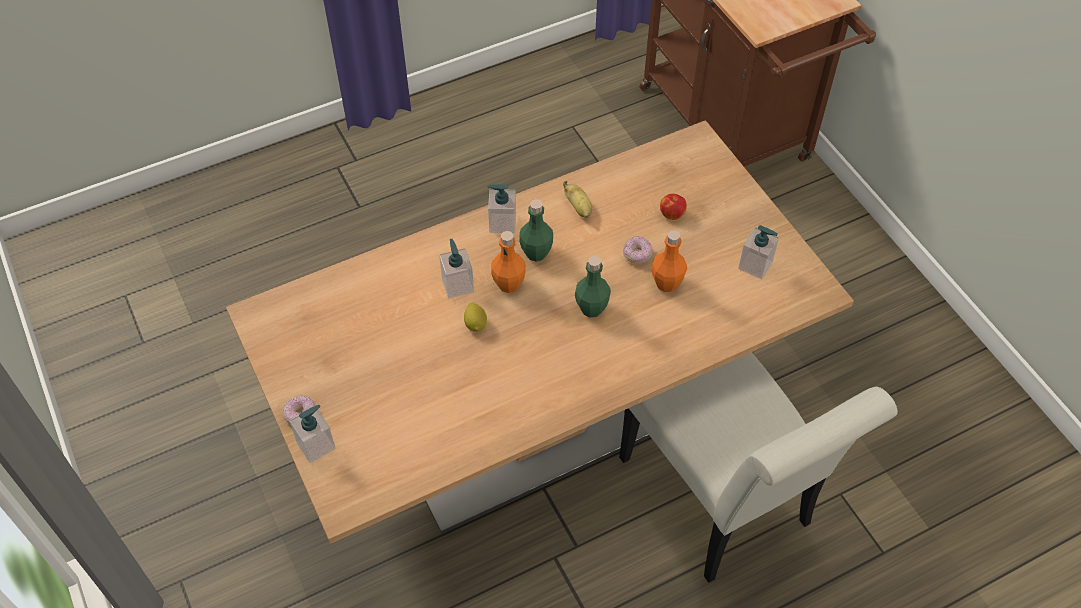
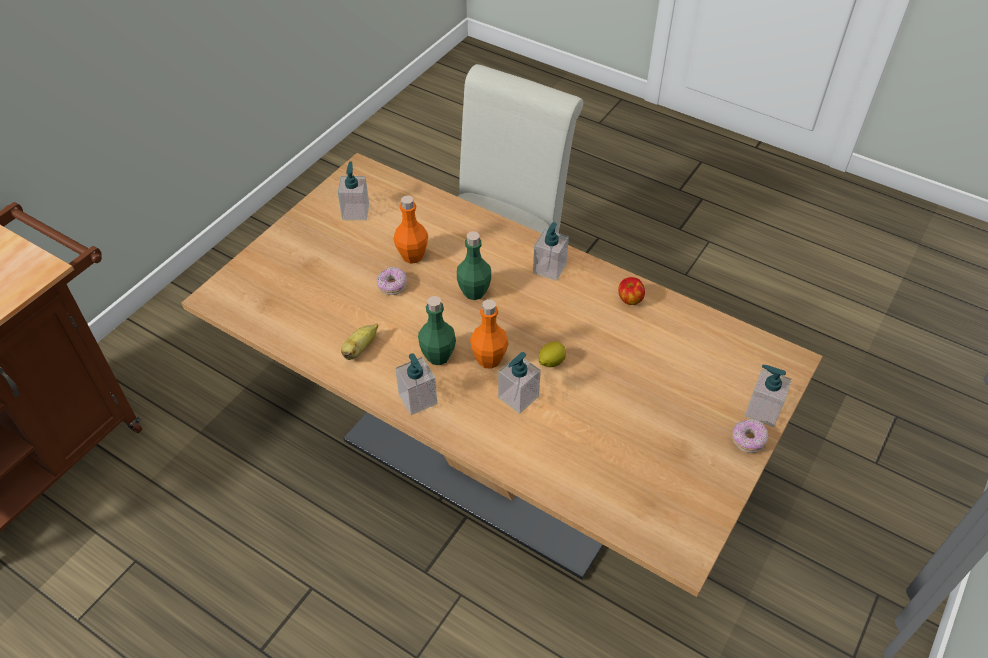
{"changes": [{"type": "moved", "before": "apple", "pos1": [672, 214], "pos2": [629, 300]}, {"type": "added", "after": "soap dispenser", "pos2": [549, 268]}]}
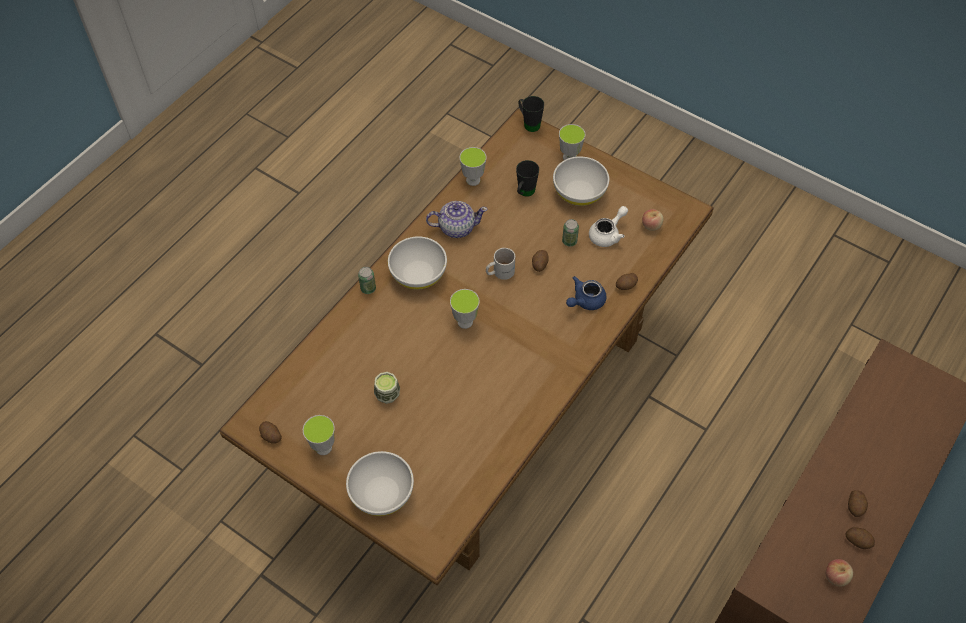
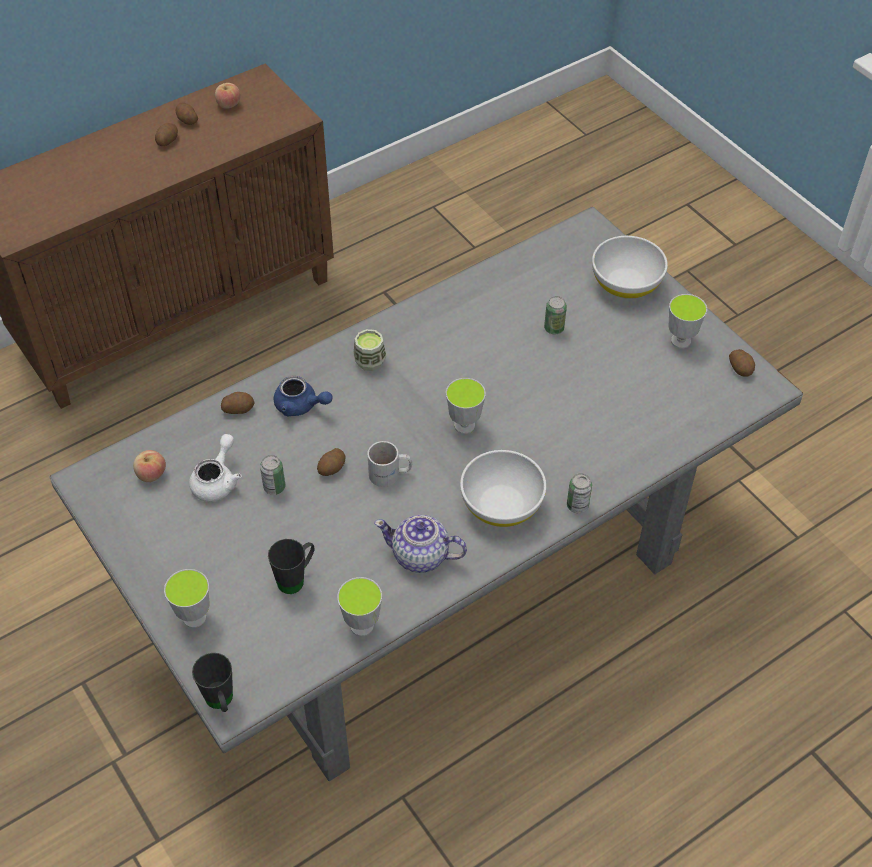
{"changes": [{"type": "recoloured", "before": "brown-coloured dinner table", "after": "gray dinner table", "pos1": [482, 400], "pos2": [434, 576]}, {"type": "moved", "before": "cup", "pos1": [387, 394], "pos2": [370, 361]}, {"type": "removed", "before": "white-coloured bowl", "pos1": [579, 193]}, {"type": "turned", "before": "blue-coloured teapot", "pos1": [585, 301], "pos2": [300, 406], "turn": 45}, {"type": "turned", "before": "white-coloured teapot", "pos1": [607, 234], "pos2": [217, 481], "turn": 135}, {"type": "added", "after": "metal can", "pos2": [554, 328]}]}
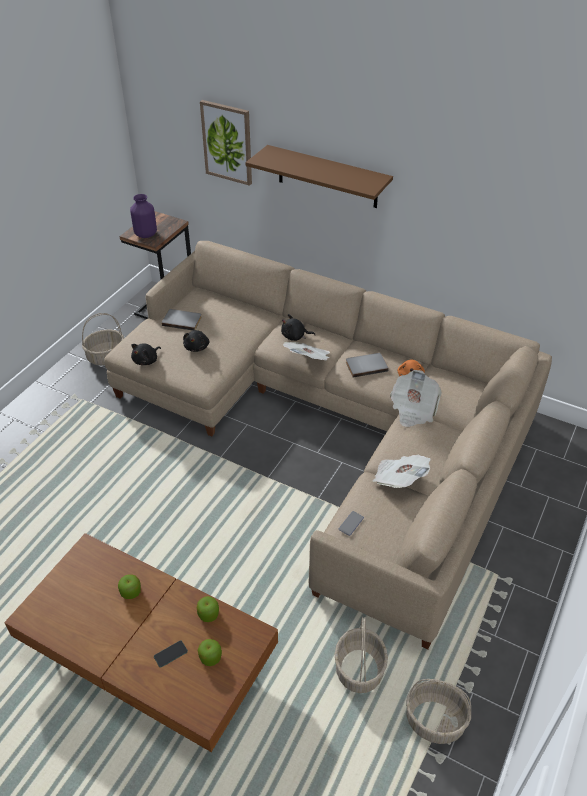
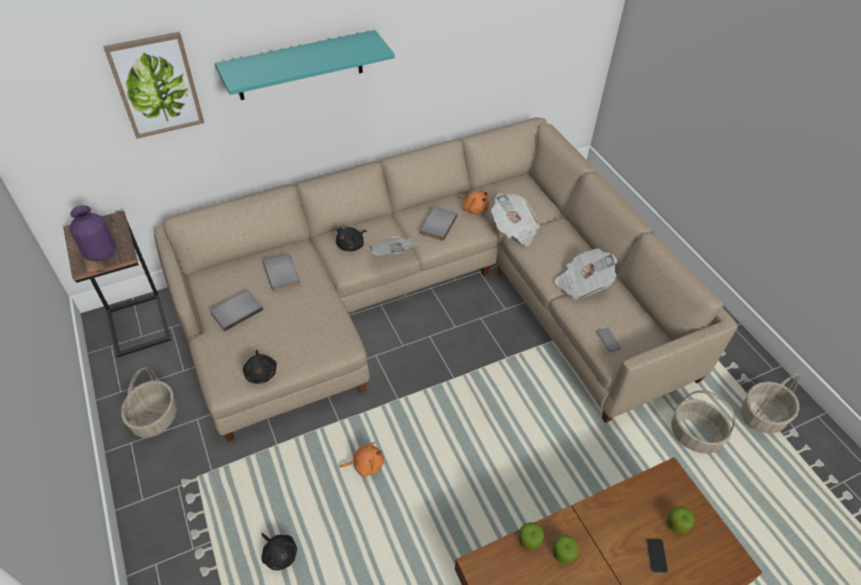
{"changes": [{"type": "moved", "before": "blackish cuddly toy", "pos1": [197, 347], "pos2": [279, 554]}, {"type": "moved", "before": "apple", "pos1": [208, 614], "pos2": [529, 540]}, {"type": "recoloured", "before": "brown-coloured wall shelf", "after": "turquoise-coloured wall shelf", "pos1": [327, 177], "pos2": [300, 65]}, {"type": "added", "after": "gray book", "pos2": [283, 273]}, {"type": "added", "after": "orange-coloured cuddly toy", "pos2": [366, 465]}]}
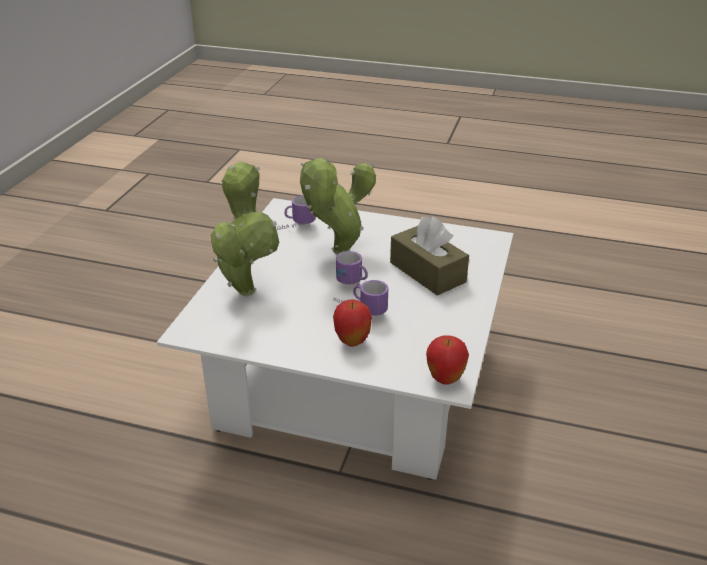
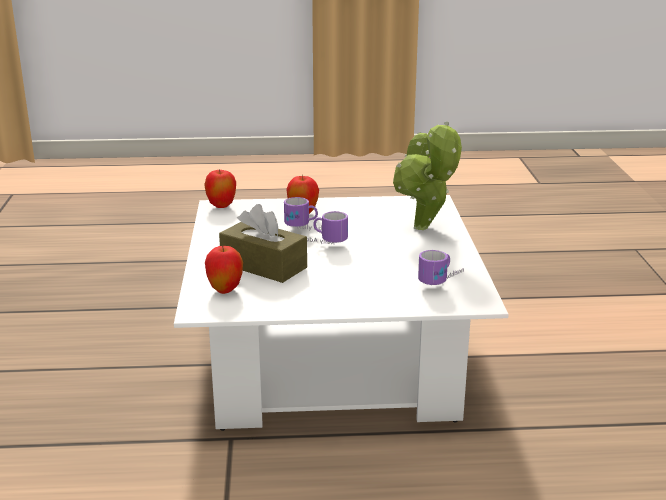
{"changes": [{"type": "removed", "before": "houseplant", "pos1": [337, 253]}, {"type": "added", "after": "apple", "pos2": [225, 290]}]}
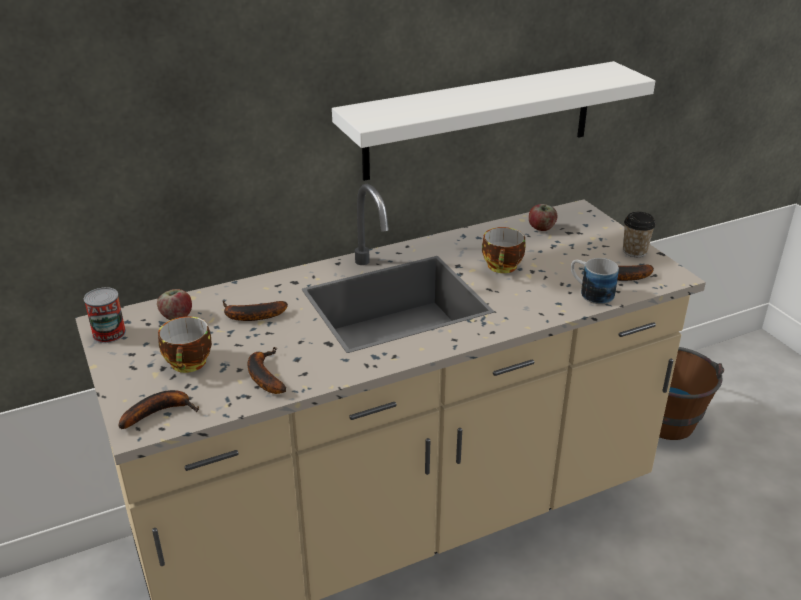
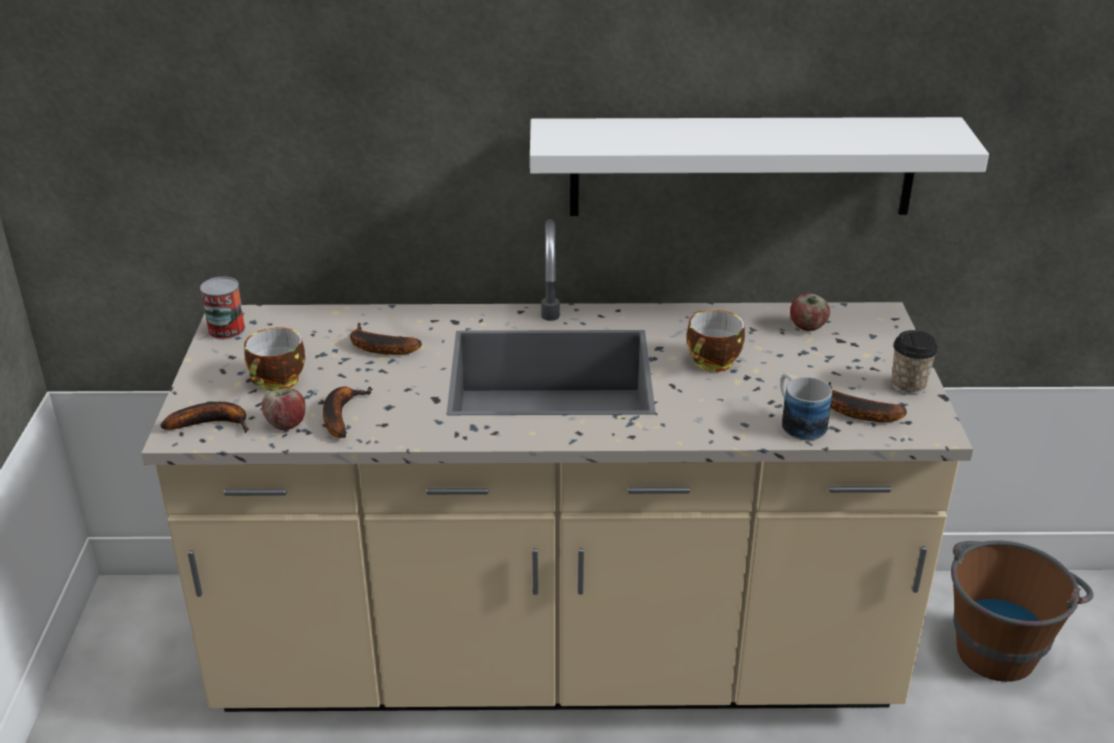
{"changes": [{"type": "moved", "before": "apple", "pos1": [177, 316], "pos2": [286, 424]}]}
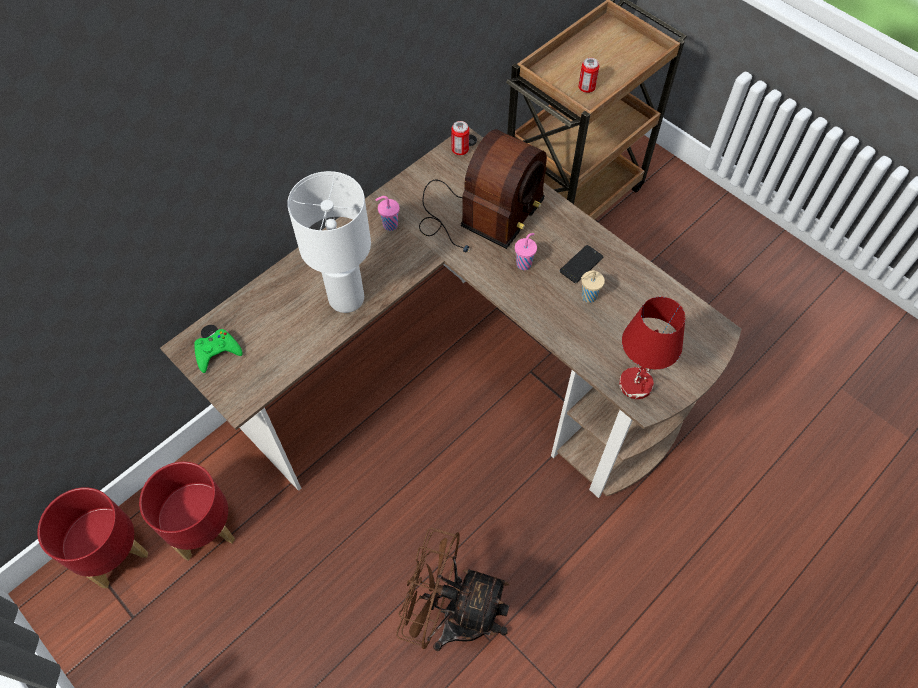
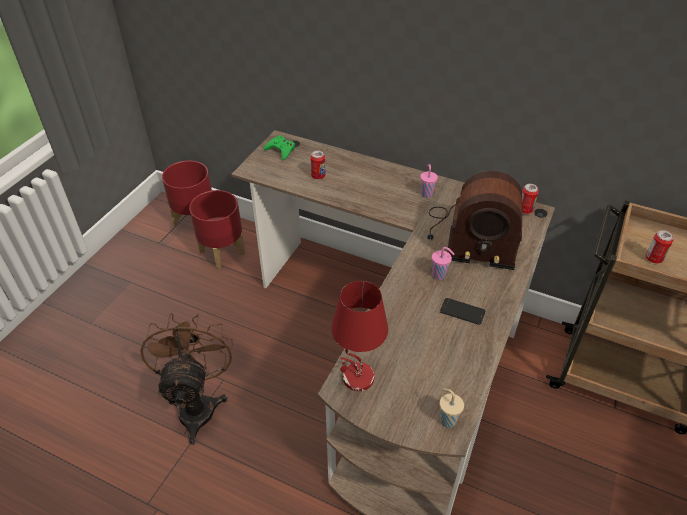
{"changes": [{"type": "removed", "before": "white-coloured table lamp", "pos1": [347, 299]}, {"type": "moved", "before": "sand-coloured cup", "pos1": [587, 297], "pos2": [447, 420]}, {"type": "added", "after": "metal can", "pos2": [318, 176]}]}
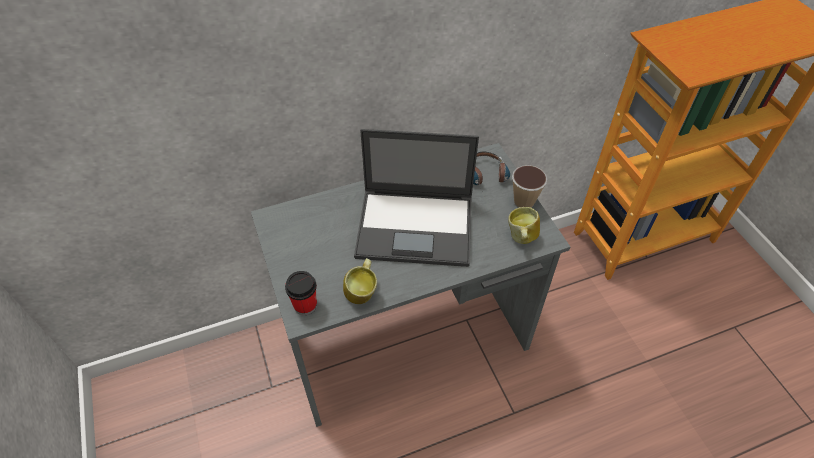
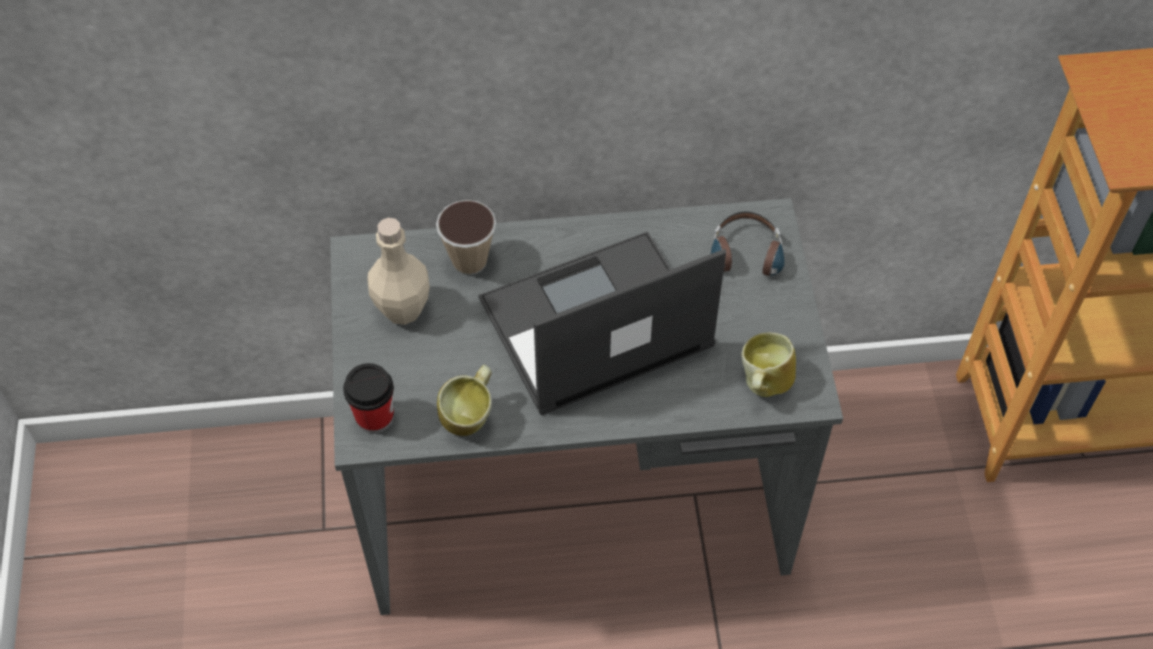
{"changes": [{"type": "turned", "before": "laptop", "pos1": [416, 227], "pos2": [593, 325], "turn": 135}, {"type": "moved", "before": "cup", "pos1": [523, 202], "pos2": [469, 261]}, {"type": "added", "after": "sand-coloured bottle", "pos2": [402, 309]}]}
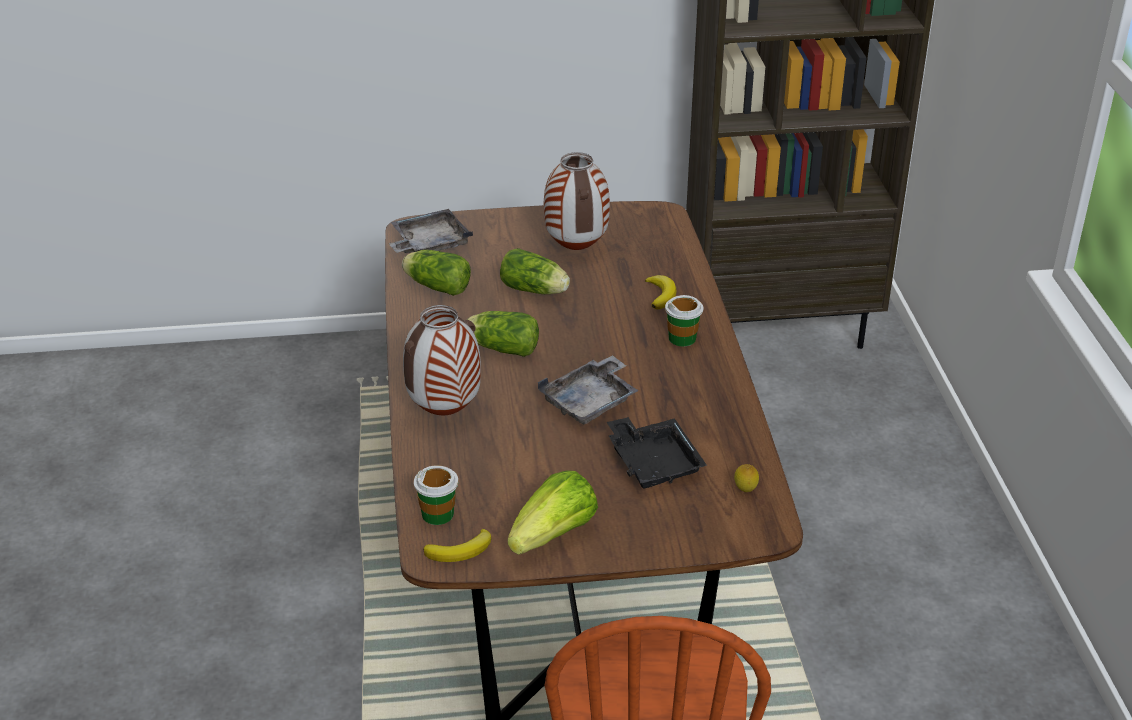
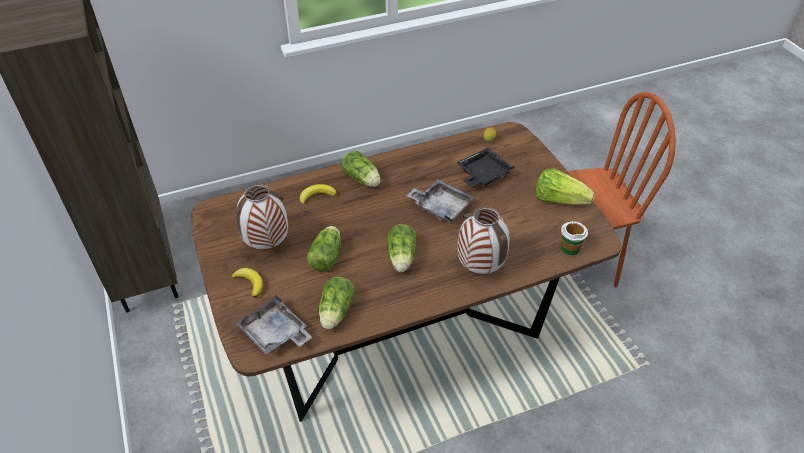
{"changes": [{"type": "moved", "before": "banana fruit", "pos1": [461, 551], "pos2": [250, 283]}, {"type": "replaced", "before": "cup", "after": "lettuce", "pos1": [682, 338], "pos2": [363, 180]}]}
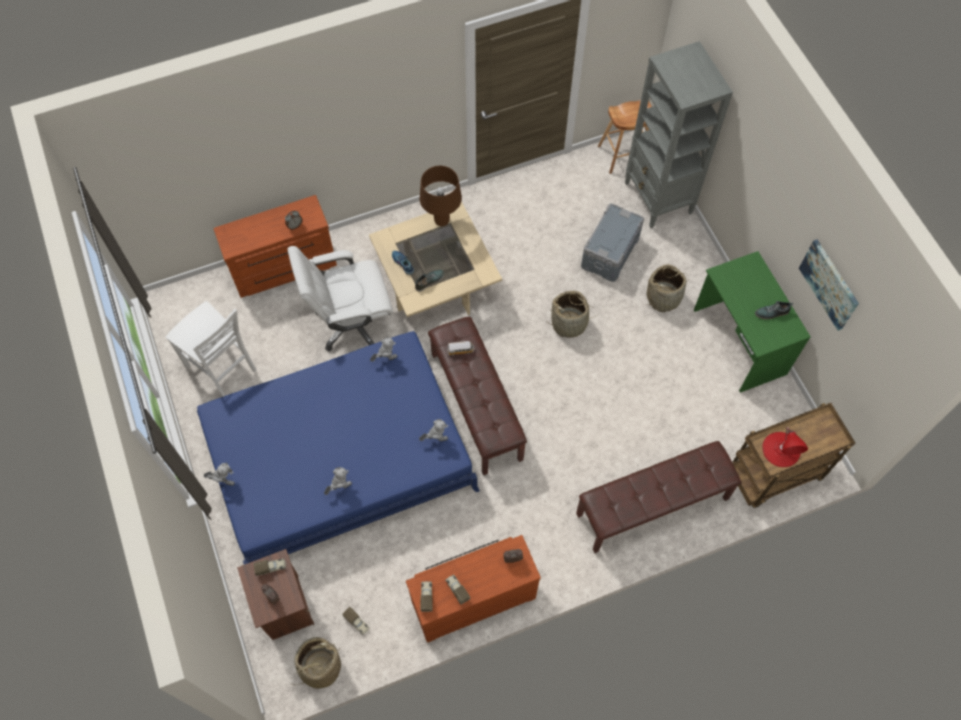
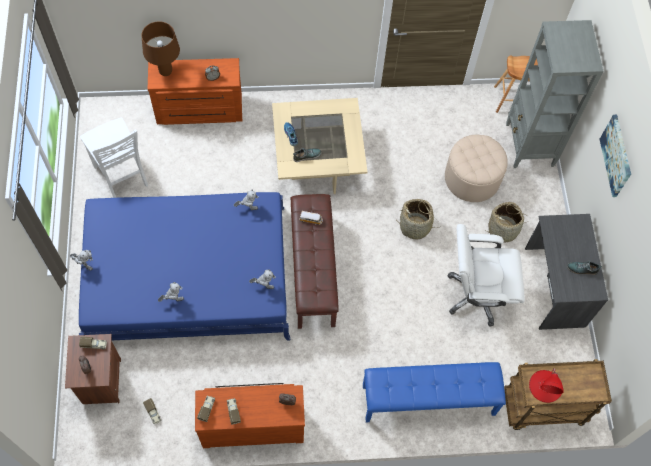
{"changes": [{"type": "moved", "before": "white-coloured computer chair", "pos1": [351, 323], "pos2": [477, 294]}, {"type": "removed", "before": "basket", "pos1": [320, 667]}, {"type": "moved", "before": "brown-coloured table lamp", "pos1": [442, 221], "pos2": [166, 72]}, {"type": "recoloured", "before": "brown-coloured indoor bench", "after": "blue-coloured indoor bench", "pos1": [652, 507], "pos2": [428, 400]}, {"type": "replaced", "before": "gray storage container", "after": "sand-coloured ottoman", "pos1": [610, 252], "pos2": [472, 178]}, {"type": "recoloured", "before": "greenish desk", "after": "gray desk", "pos1": [738, 342], "pos2": [553, 287]}, {"type": "moved", "before": "wall art", "pos1": [829, 284], "pos2": [616, 156]}]}
